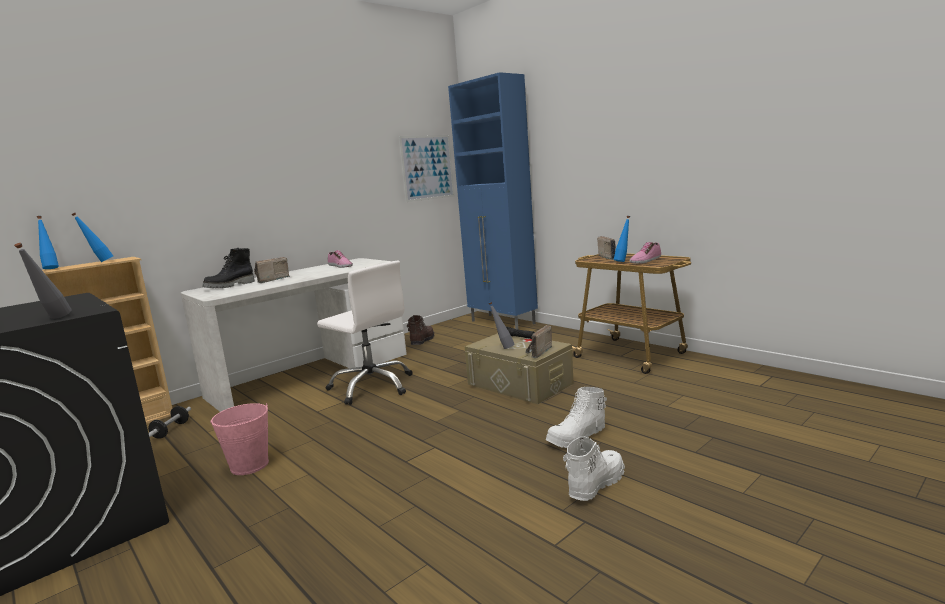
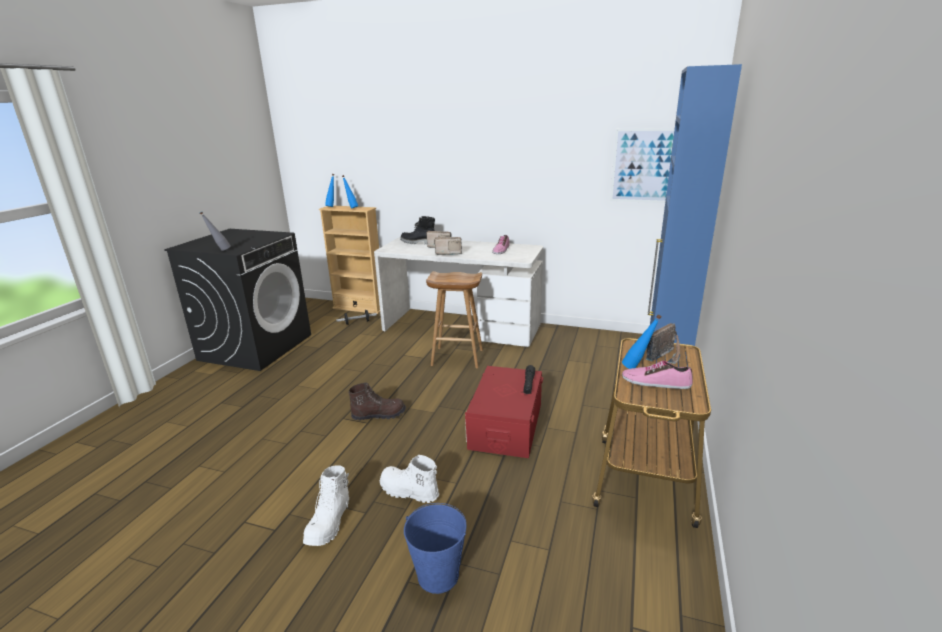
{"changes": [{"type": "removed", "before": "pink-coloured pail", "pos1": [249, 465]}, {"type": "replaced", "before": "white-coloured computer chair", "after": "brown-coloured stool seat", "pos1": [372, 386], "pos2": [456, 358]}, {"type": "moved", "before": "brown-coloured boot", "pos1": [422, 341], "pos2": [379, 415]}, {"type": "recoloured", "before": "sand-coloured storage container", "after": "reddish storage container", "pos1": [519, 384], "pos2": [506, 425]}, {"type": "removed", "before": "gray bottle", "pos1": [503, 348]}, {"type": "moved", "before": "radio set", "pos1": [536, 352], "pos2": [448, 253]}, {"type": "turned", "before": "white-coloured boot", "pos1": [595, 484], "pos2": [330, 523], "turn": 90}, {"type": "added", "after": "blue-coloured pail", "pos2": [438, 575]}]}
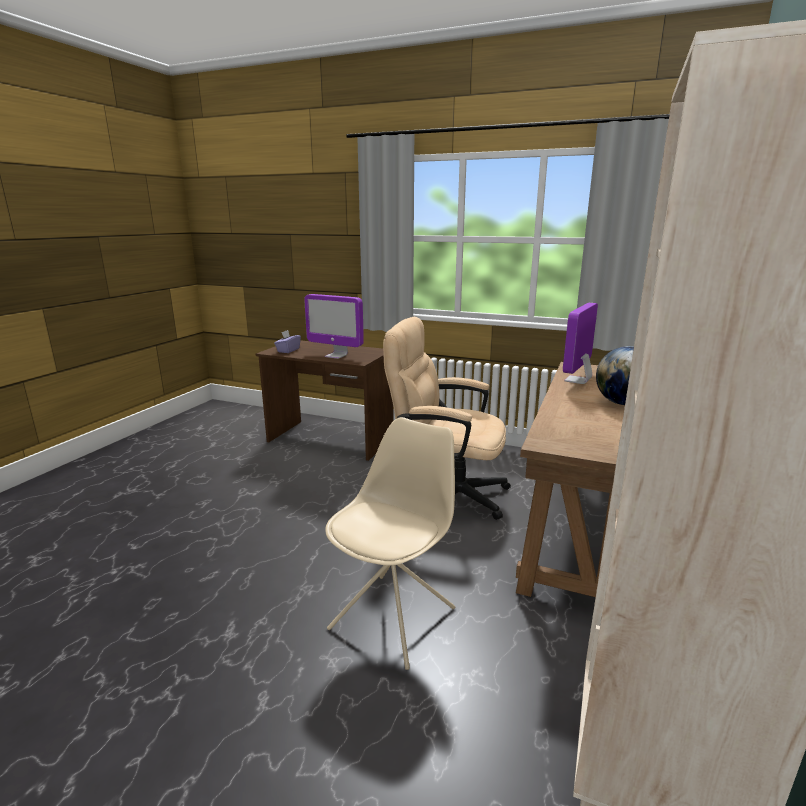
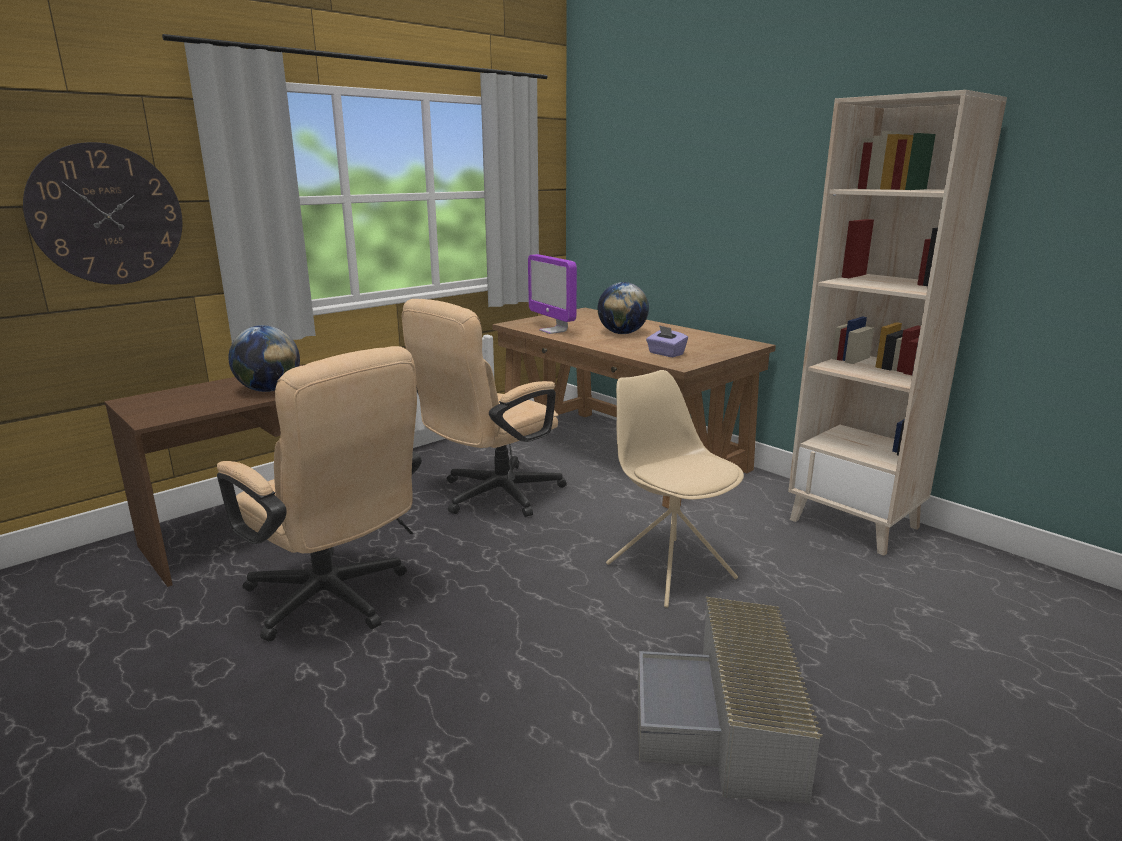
{"changes": [{"type": "moved", "before": "purplish tissue holder", "pos1": [288, 350], "pos2": [666, 354]}, {"type": "replaced", "before": "computer screen", "after": "world globe", "pos1": [336, 356], "pos2": [269, 390]}, {"type": "added", "after": "wall clock", "pos2": [107, 215]}, {"type": "added", "after": "sand-coloured computer chair", "pos2": [335, 602]}, {"type": "added", "after": "gray storage container", "pos2": [725, 724]}]}
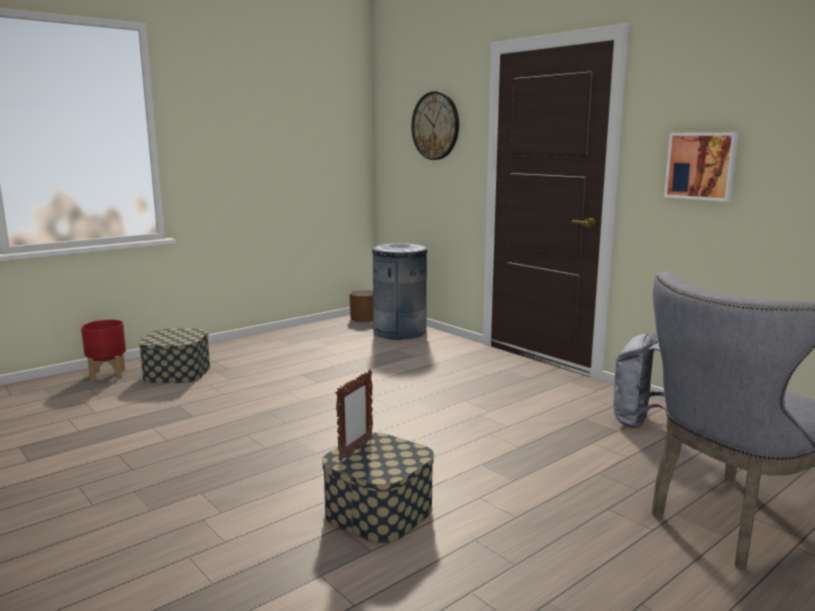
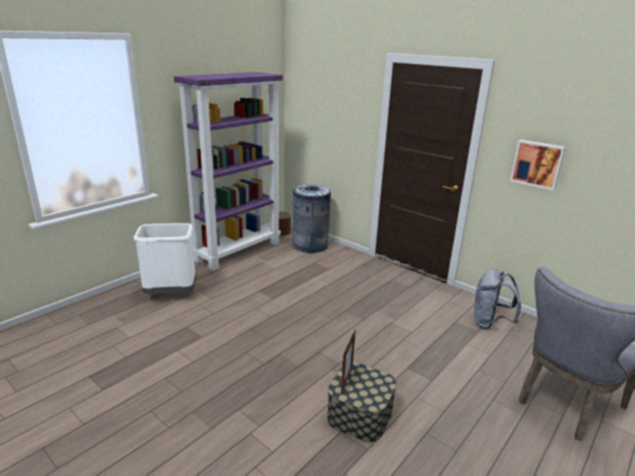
{"changes": [{"type": "removed", "before": "reddish flower pot", "pos1": [108, 374]}, {"type": "replaced", "before": "storage container", "after": "white-coloured trash can", "pos1": [177, 372], "pos2": [171, 293]}, {"type": "removed", "before": "wall clock", "pos1": [435, 126]}, {"type": "added", "after": "purplish bookcase", "pos2": [238, 251]}]}
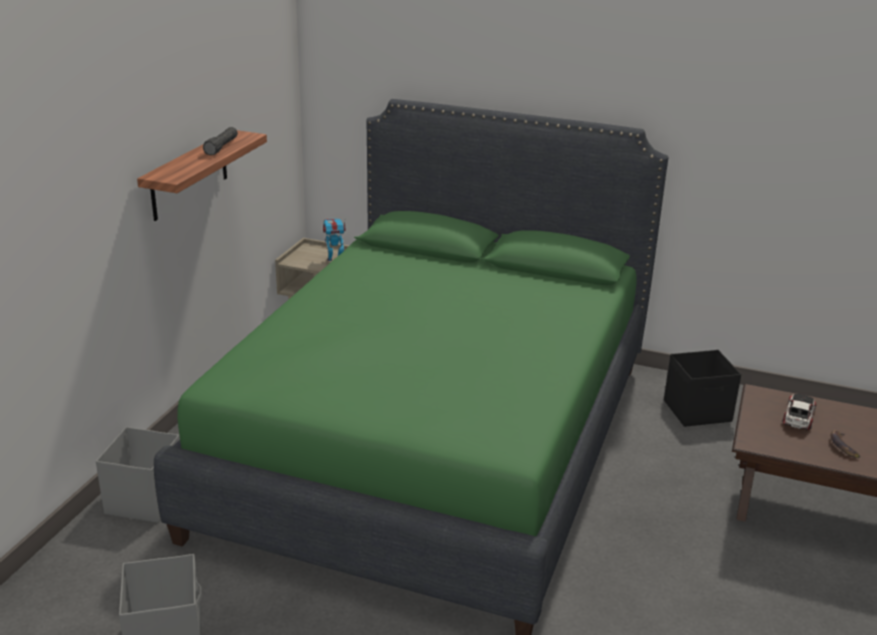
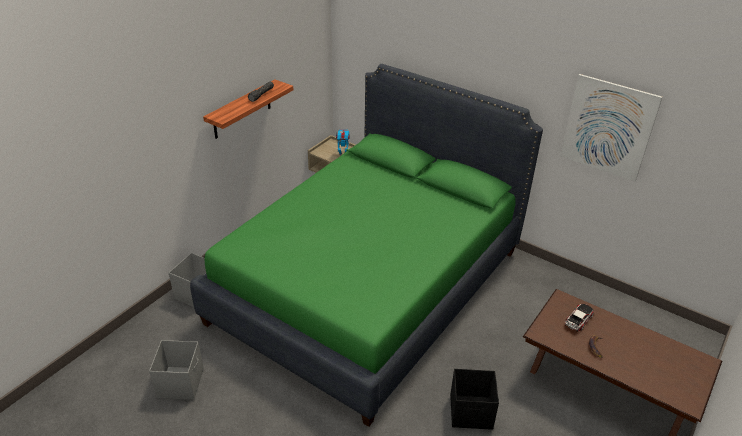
{"changes": [{"type": "moved", "before": "blackish storage container", "pos1": [698, 411], "pos2": [471, 413]}, {"type": "added", "after": "wall art", "pos2": [608, 127]}]}
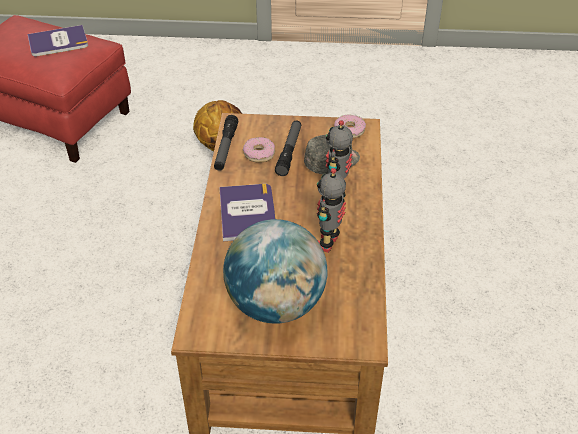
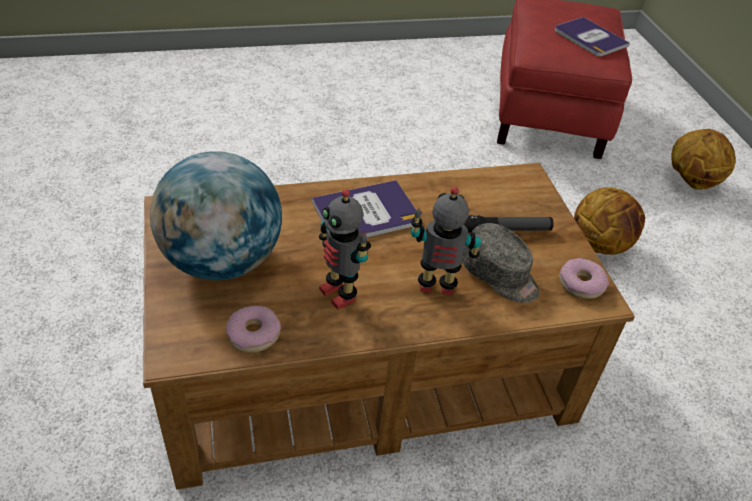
{"changes": [{"type": "removed", "before": "torch", "pos1": [226, 148]}, {"type": "moved", "before": "donut", "pos1": [259, 154], "pos2": [254, 334]}, {"type": "turned", "before": "robot figure", "pos1": [328, 243], "pos2": [339, 293], "turn": -135}, {"type": "added", "after": "basketball", "pos2": [691, 181]}]}
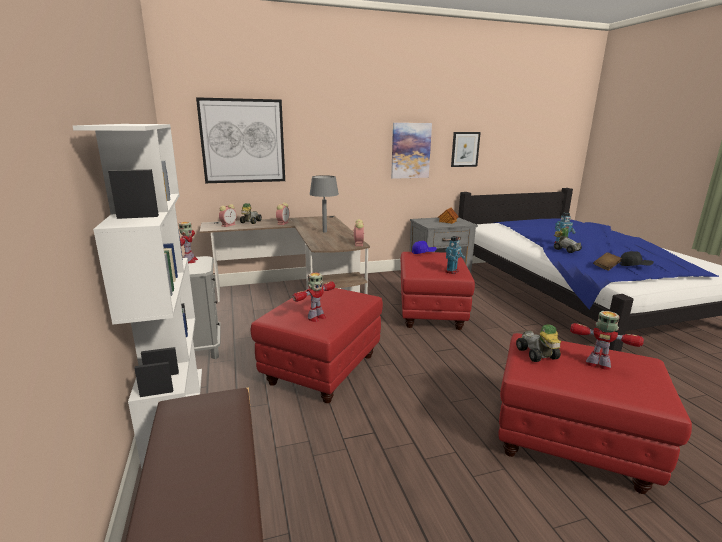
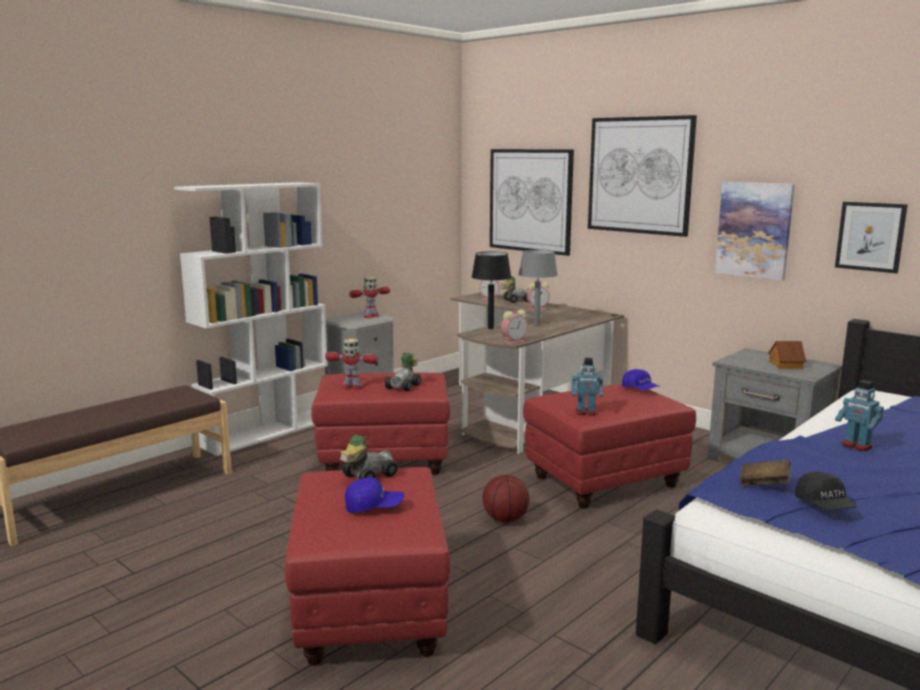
{"changes": [{"type": "moved", "before": "model car", "pos1": [566, 249], "pos2": [405, 386]}, {"type": "replaced", "before": "robot figure", "after": "blue-coloured peaked cap", "pos1": [598, 365], "pos2": [374, 507]}, {"type": "added", "after": "blackish table lamp", "pos2": [490, 328]}, {"type": "added", "after": "basketball", "pos2": [505, 519]}, {"type": "added", "after": "wall art", "pos2": [639, 175]}]}
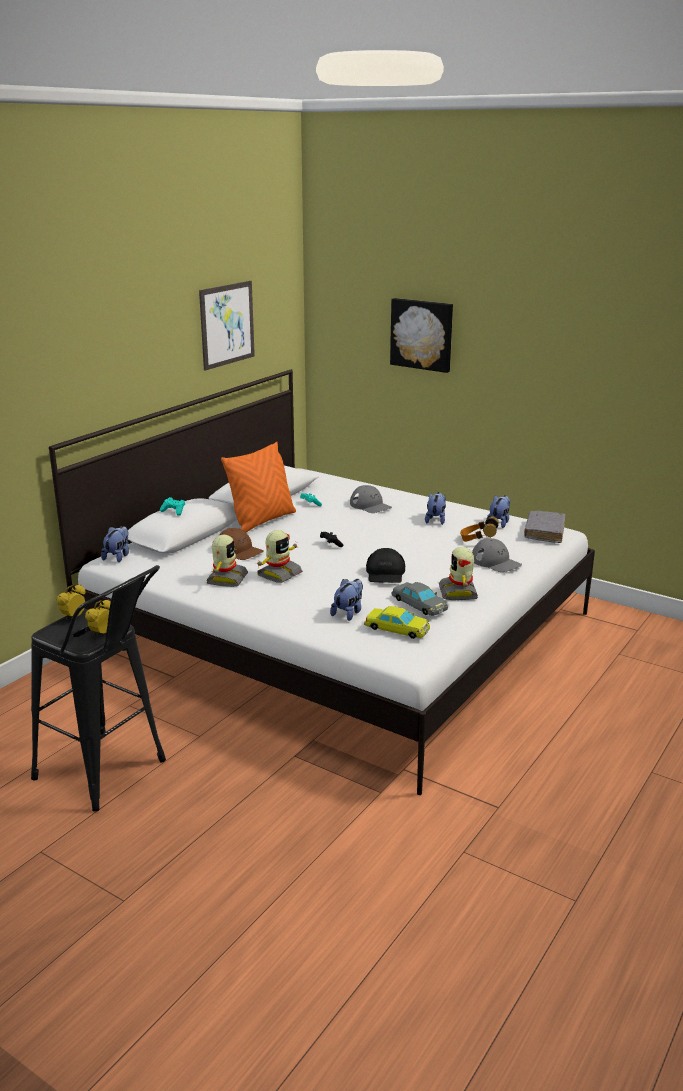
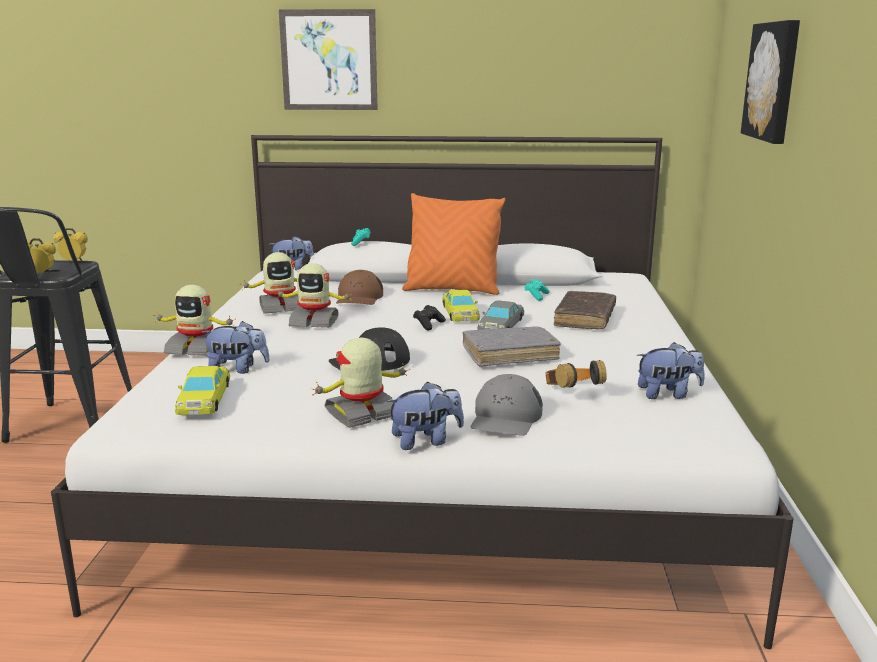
{"changes": [{"type": "moved", "before": "wall art", "pos1": [227, 324], "pos2": [329, 60]}, {"type": "replaced", "before": "gray peaked cap", "after": "brown-coloured book", "pos1": [370, 505], "pos2": [585, 318]}, {"type": "moved", "before": "gray model car", "pos1": [419, 604], "pos2": [501, 325]}, {"type": "moved", "before": "cuddly toy", "pos1": [435, 520], "pos2": [425, 441]}, {"type": "moved", "before": "gray book", "pos1": [544, 532], "pos2": [510, 355]}, {"type": "added", "after": "robot figure", "pos2": [196, 348]}, {"type": "added", "after": "yellowish model car", "pos2": [460, 313]}]}
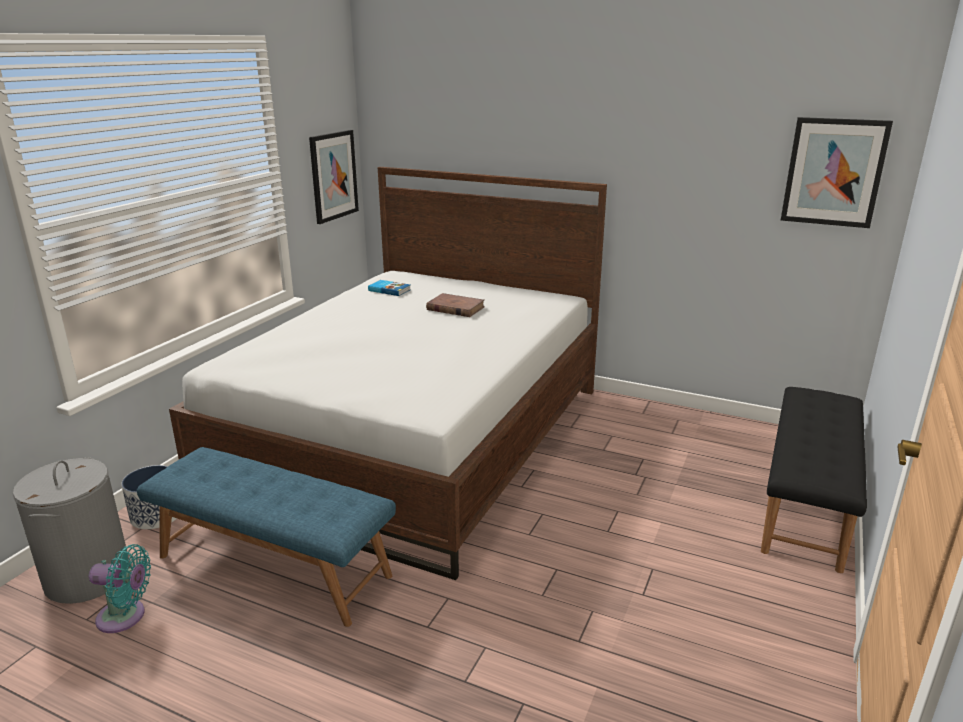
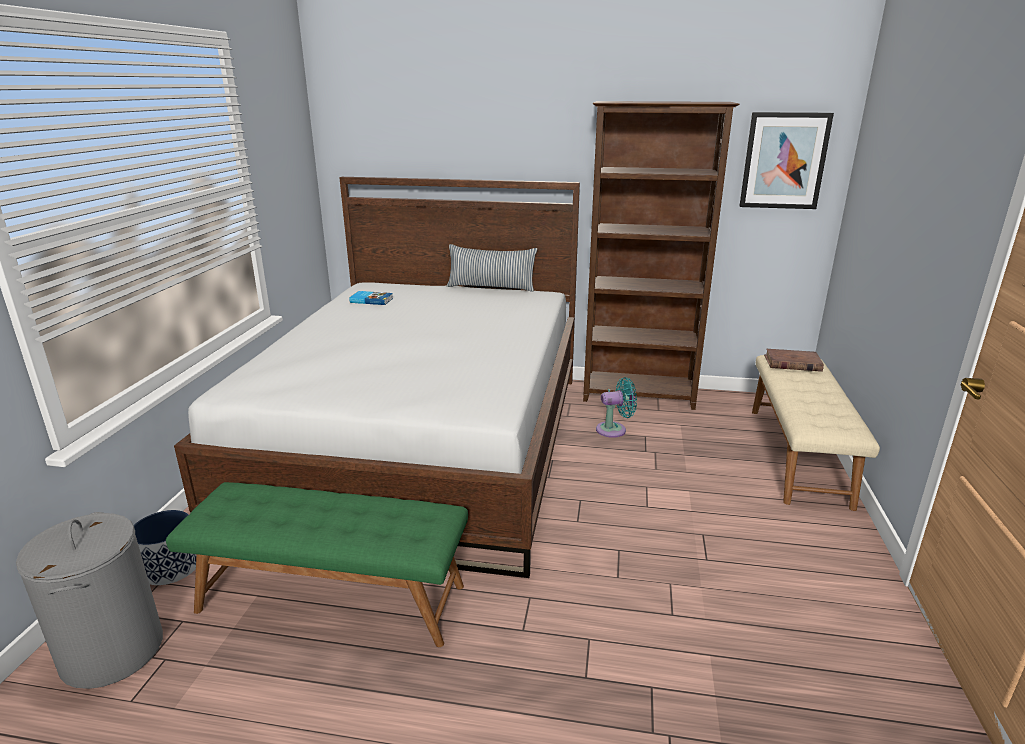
{"changes": [{"type": "moved", "before": "turquoise-coloured electric fan", "pos1": [125, 617], "pos2": [614, 430]}, {"type": "recoloured", "before": "blue-coloured indoor bench", "after": "greenish indoor bench", "pos1": [275, 565], "pos2": [333, 597]}, {"type": "removed", "before": "wall art", "pos1": [333, 176]}, {"type": "moved", "before": "brown-coloured book", "pos1": [455, 308], "pos2": [792, 363]}, {"type": "recoloured", "before": "blackish indoor bench", "after": "sand-coloured indoor bench", "pos1": [807, 502], "pos2": [798, 455]}, {"type": "added", "after": "cushion", "pos2": [491, 287]}, {"type": "added", "after": "brown-coloured bookcase", "pos2": [639, 396]}]}
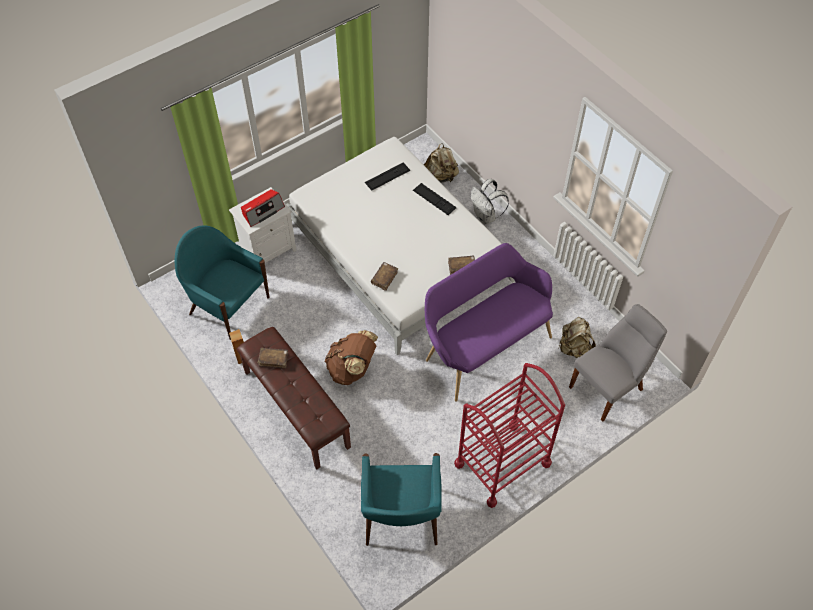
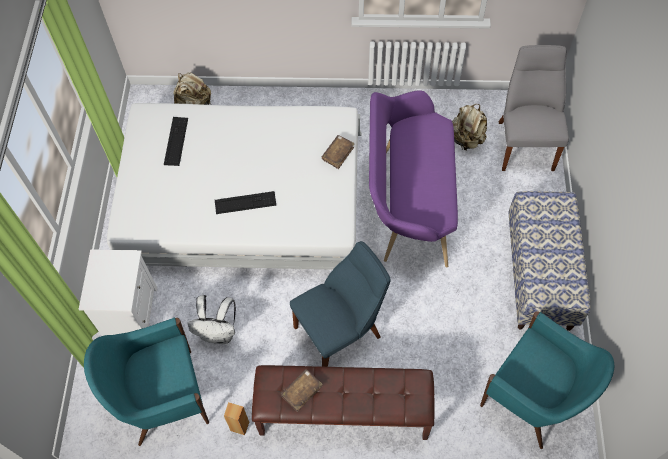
{"changes": [{"type": "removed", "before": "radio set", "pos1": [262, 211]}, {"type": "replaced", "before": "brown-coloured backpack", "after": "blue-coloured chair", "pos1": [352, 369], "pos2": [341, 330]}, {"type": "removed", "before": "brown-coloured book", "pos1": [384, 278]}, {"type": "moved", "before": "PC keyboard", "pos1": [434, 199], "pos2": [245, 203]}, {"type": "replaced", "before": "reddish cart", "after": "indoor bench", "pos1": [502, 464], "pos2": [539, 275]}, {"type": "moved", "before": "white-coloured backpack", "pos1": [486, 216], "pos2": [219, 333]}]}
